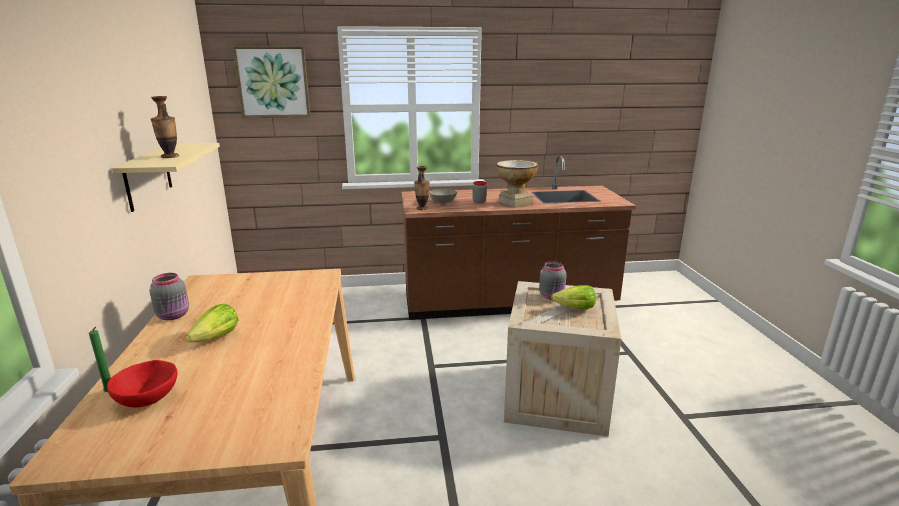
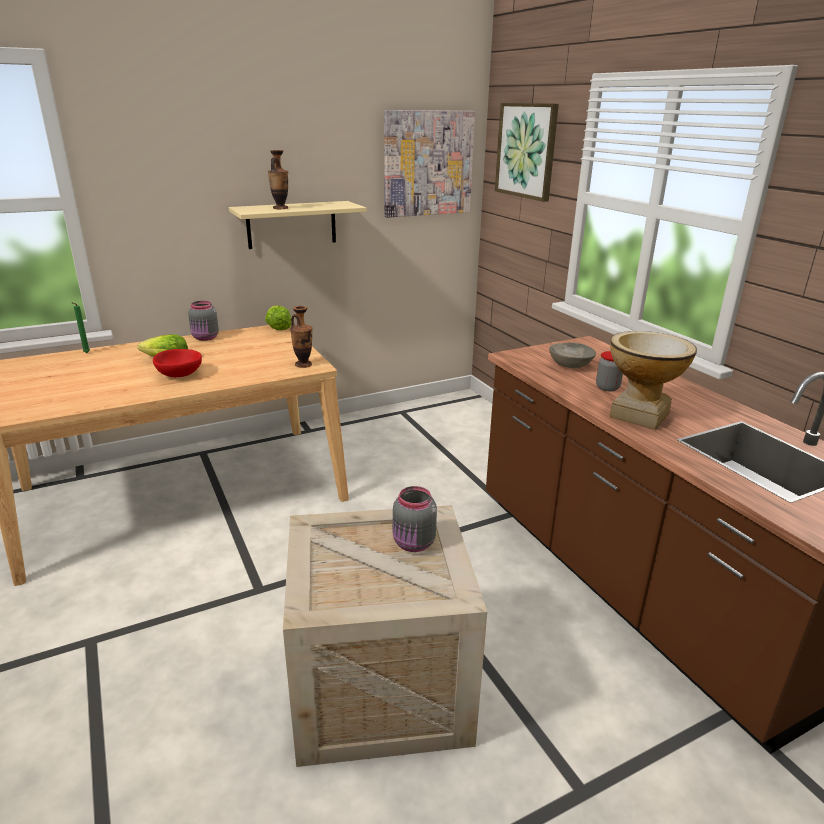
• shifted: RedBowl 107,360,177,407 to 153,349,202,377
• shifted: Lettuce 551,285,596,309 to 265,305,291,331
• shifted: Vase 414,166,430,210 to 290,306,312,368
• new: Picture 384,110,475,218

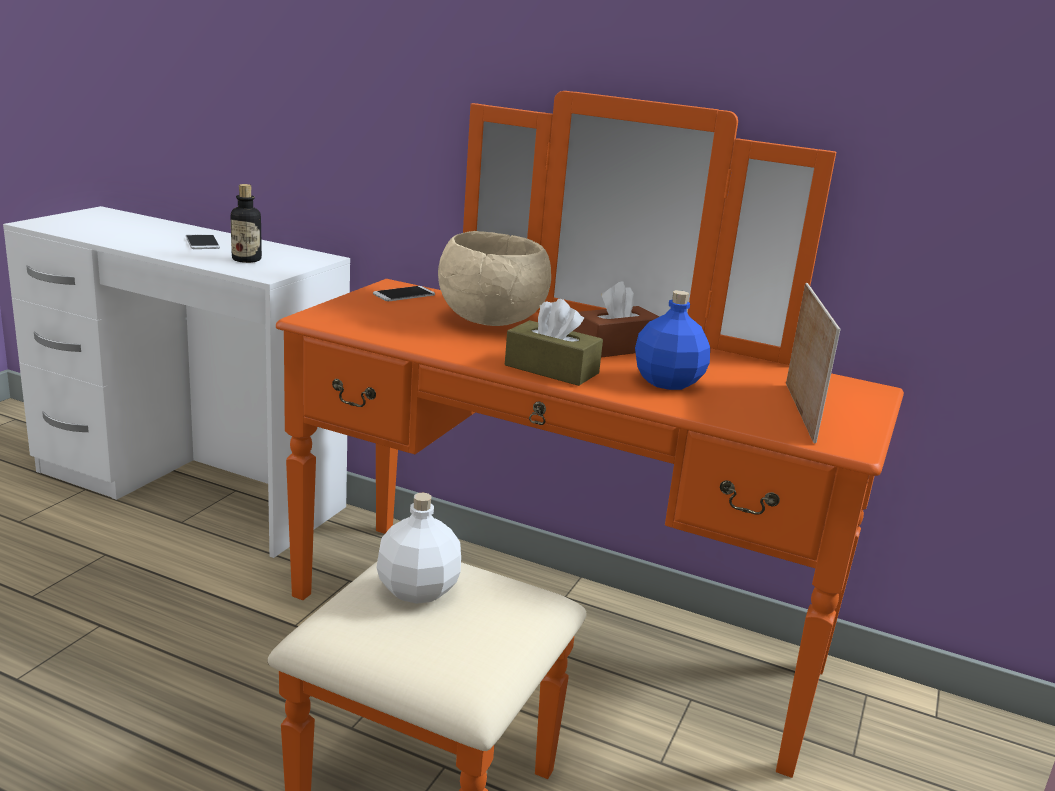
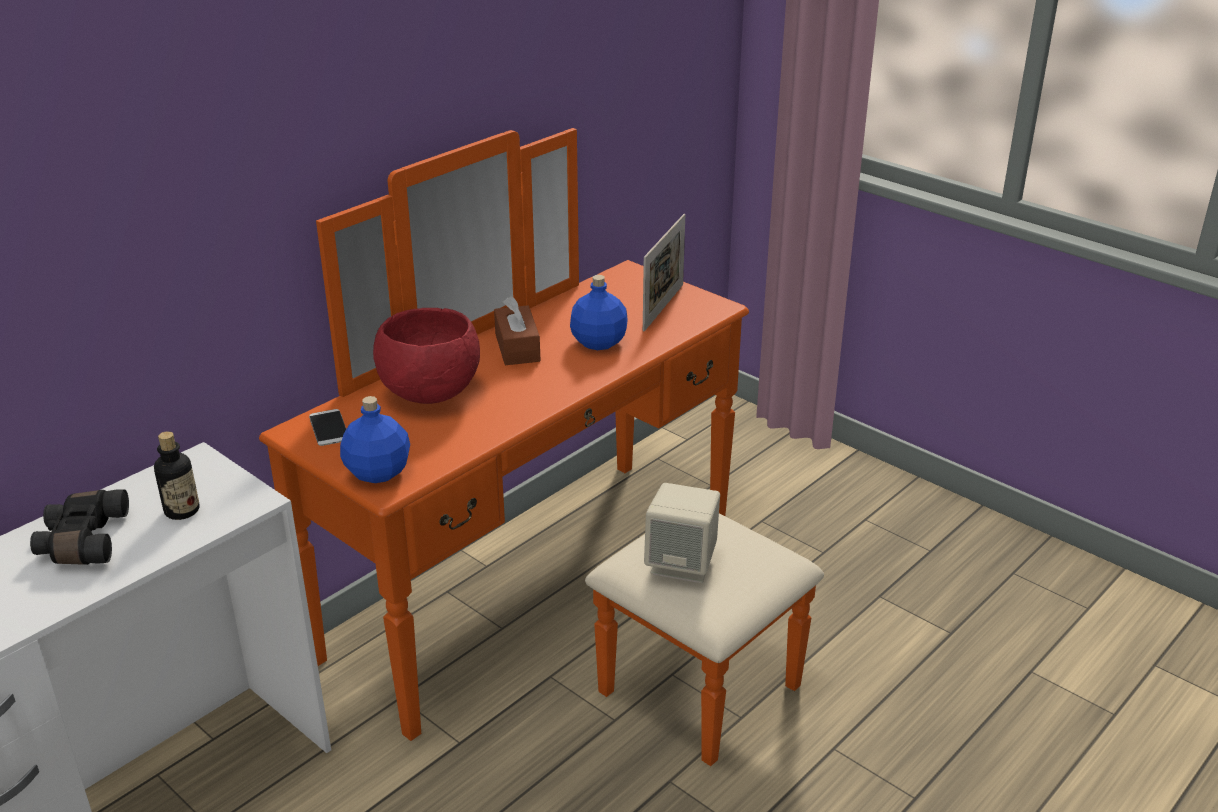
• swapped: Phone 186,234,220,249 to BlackBinoculars 30,489,129,565
• new: BlueBottle 340,396,410,483
• repainted: BeigeBowl 438,231,551,326 to RedBowl 373,308,480,404
• rotated: PictureFrame 786,283,841,444 = 643,214,685,331 90 degrees clockwise
• swapped: WhiteBottle 376,493,461,604 to BeigeSpeaker 644,483,720,583
• gone: BrownTissueBox 505,299,603,386

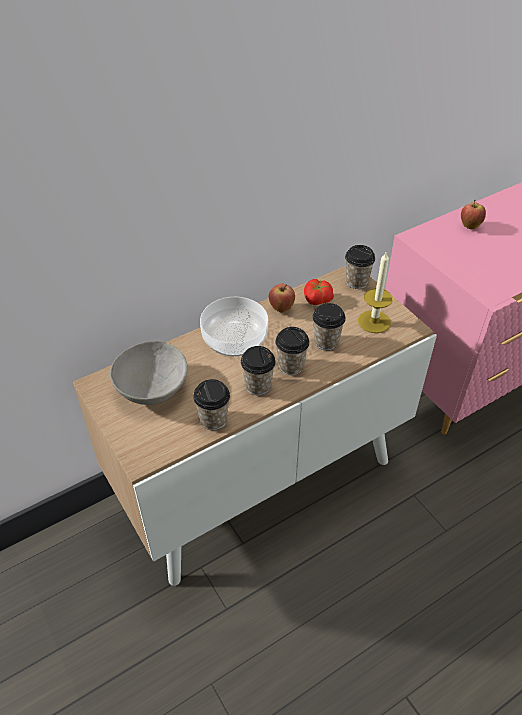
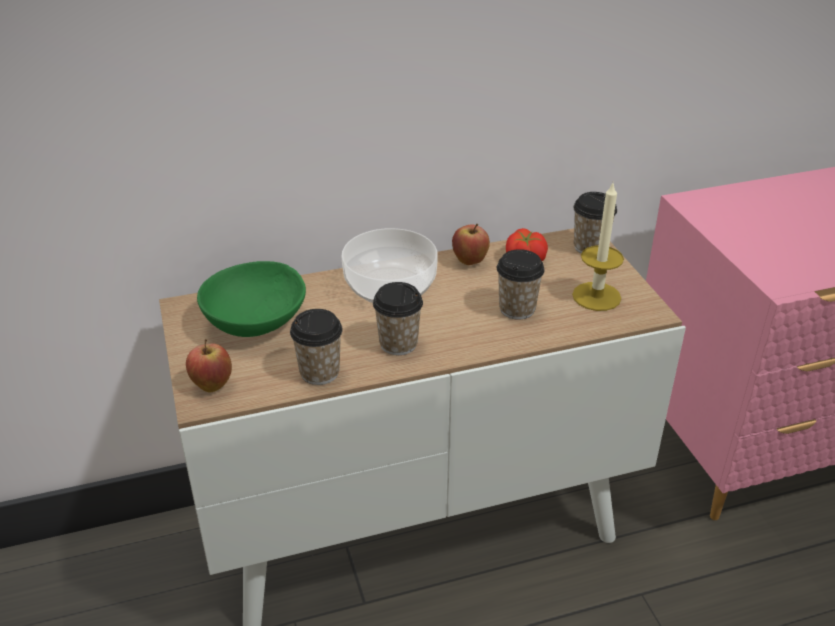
• shifted: Apple 461,200,486,230 to 186,339,232,392
• repainted: GreyBowl 110,341,188,405 to GreenBowl 197,261,306,337
• gone: Cup 275,327,309,375

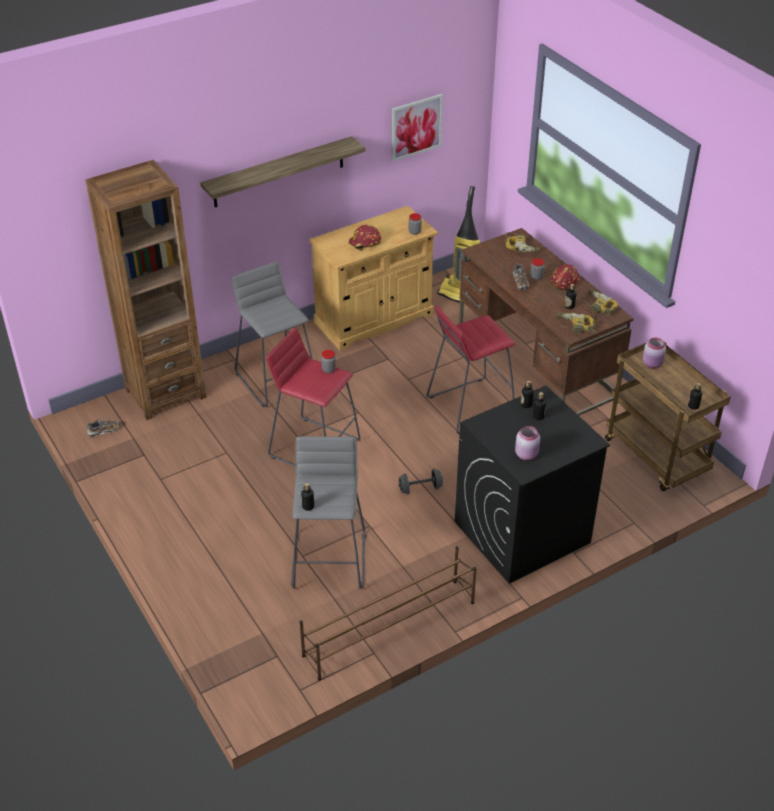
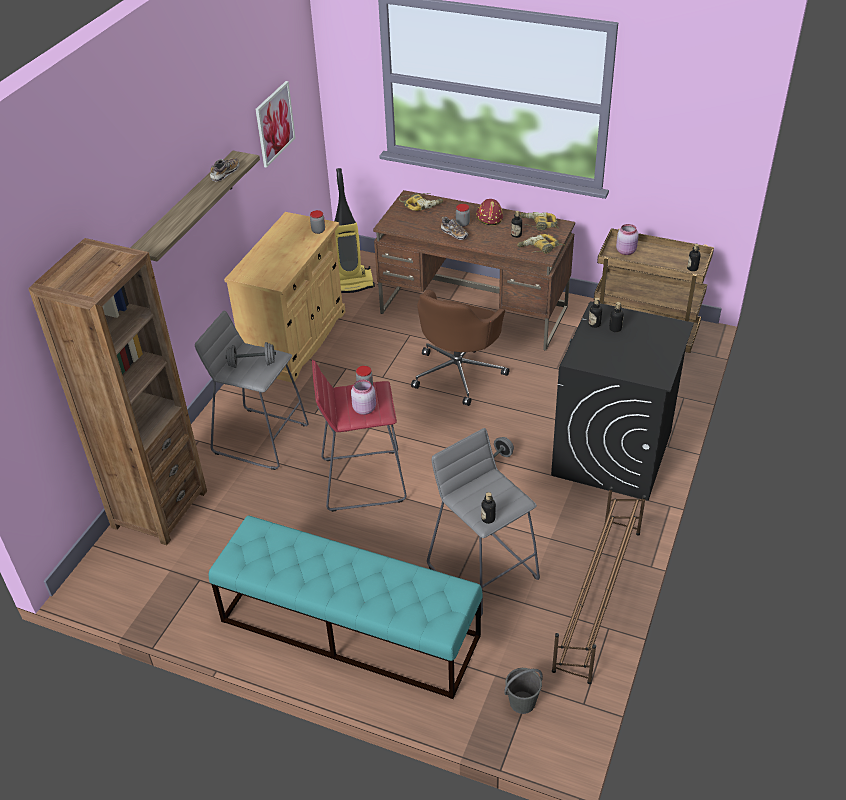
• new: TurquoiseBench 209,515,483,699
• shifted: Shoe 85,419,120,436 to 210,158,240,181
• new: GreyDumbbell 226,342,276,368
• shifted: PinkJar 515,426,540,460 to 351,379,376,415
• swapped: RedStool 427,306,515,434 to BrownOfficeChair 411,289,509,406
• new: GreyBucket 504,668,543,714
• gone: RedHardHat 349,225,381,251

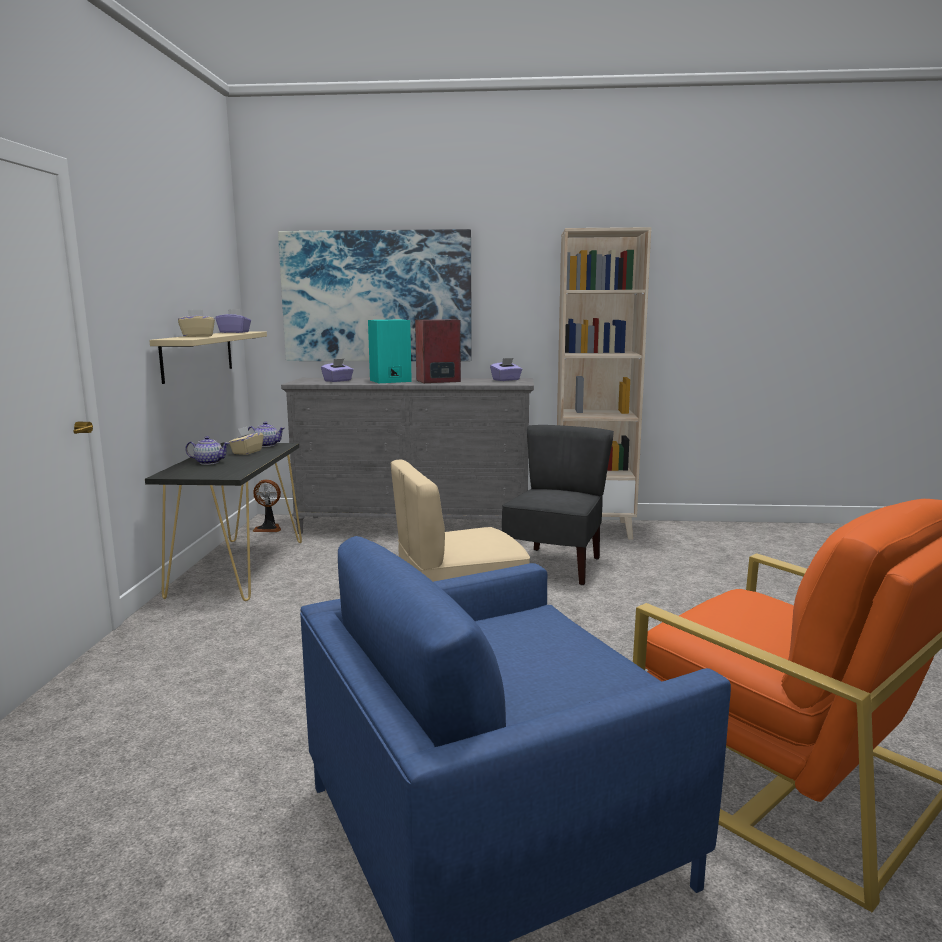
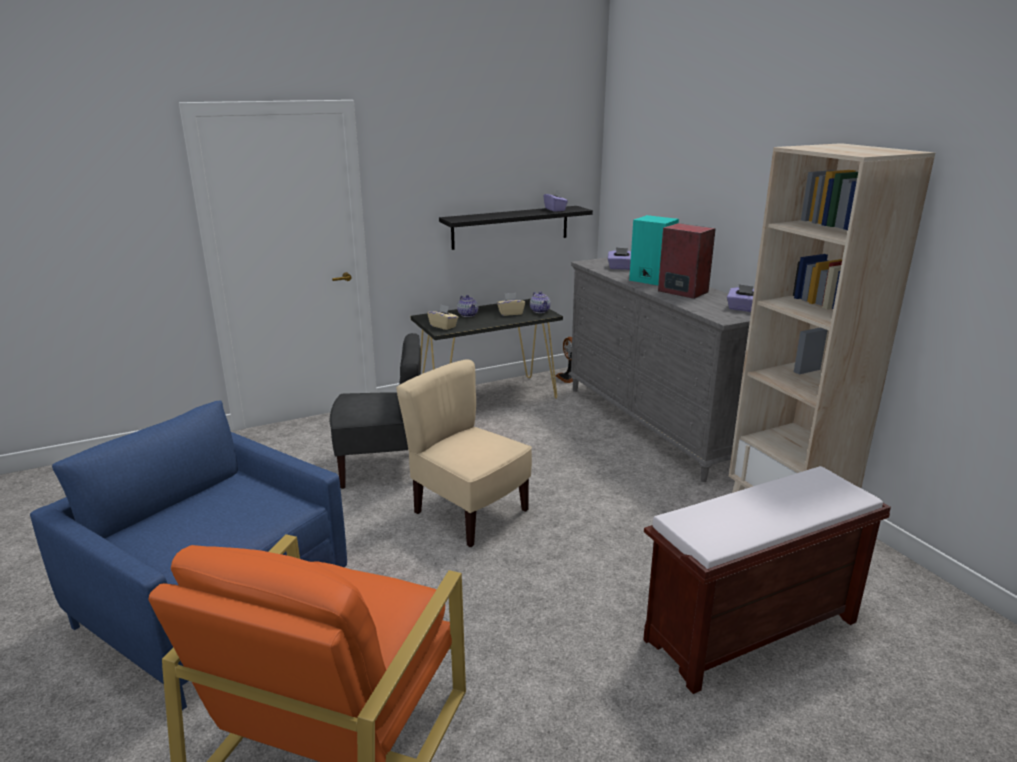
• shifted: GreyChair 502,425,614,585 to 329,333,421,489
• shifted: BeigeTissueBox 178,309,215,337 to 427,305,458,330
• repainted: BeigeShelf 149,331,267,384 to BlackShelf 439,206,593,250
• new: BrownBench 643,466,891,694
• gone: Picture 278,229,472,361

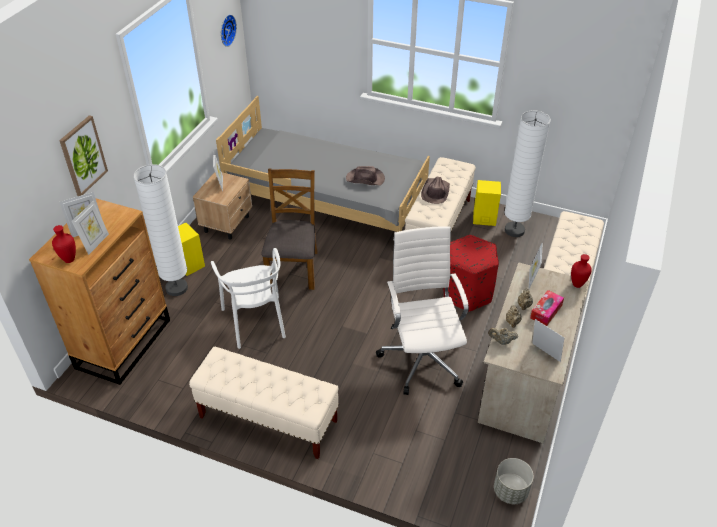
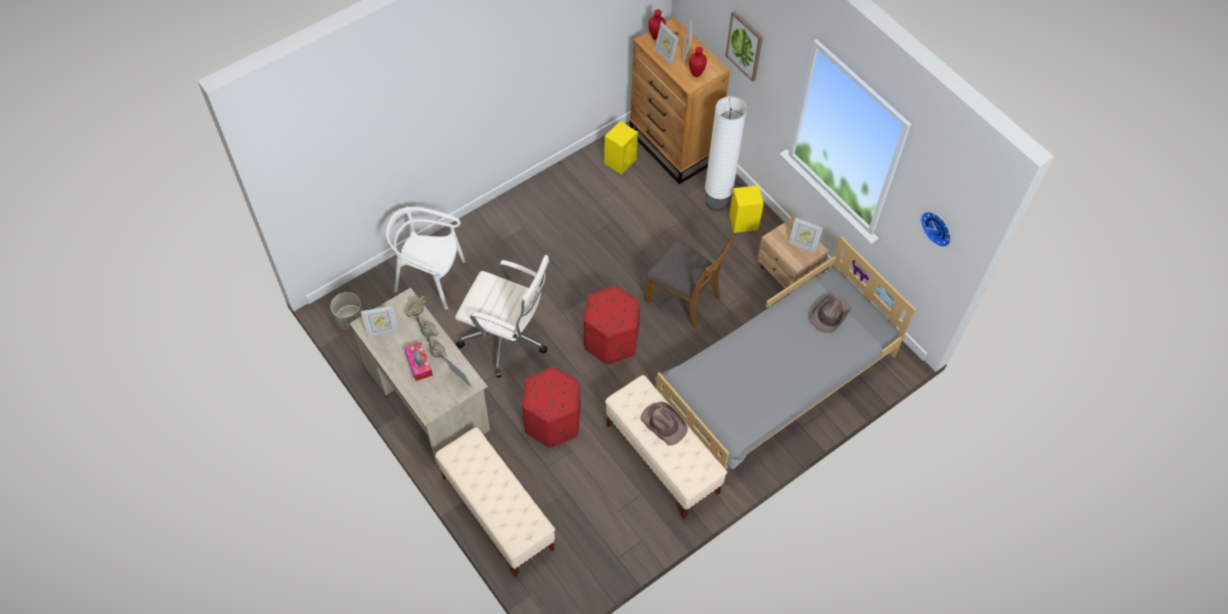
• shifted: WhiteChair 211,248,286,349 to 386,207,466,310
• new: RedOttoman 584,286,640,364
• shifted: YellowSpeaker 473,180,501,226 to 604,121,638,174
• shifted: RedVase 571,254,592,288 to 689,47,707,77
• shifted: BrownHat 346,166,385,186 to 810,294,851,333
• gone: BeigeBench 189,347,339,459
• gone: WhiteFloorLamp 505,110,551,237

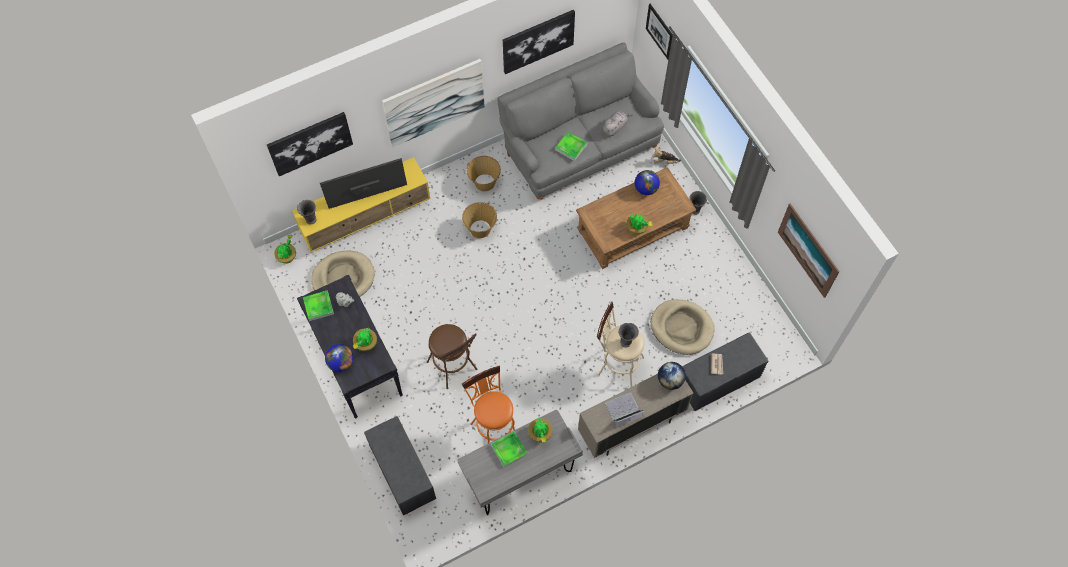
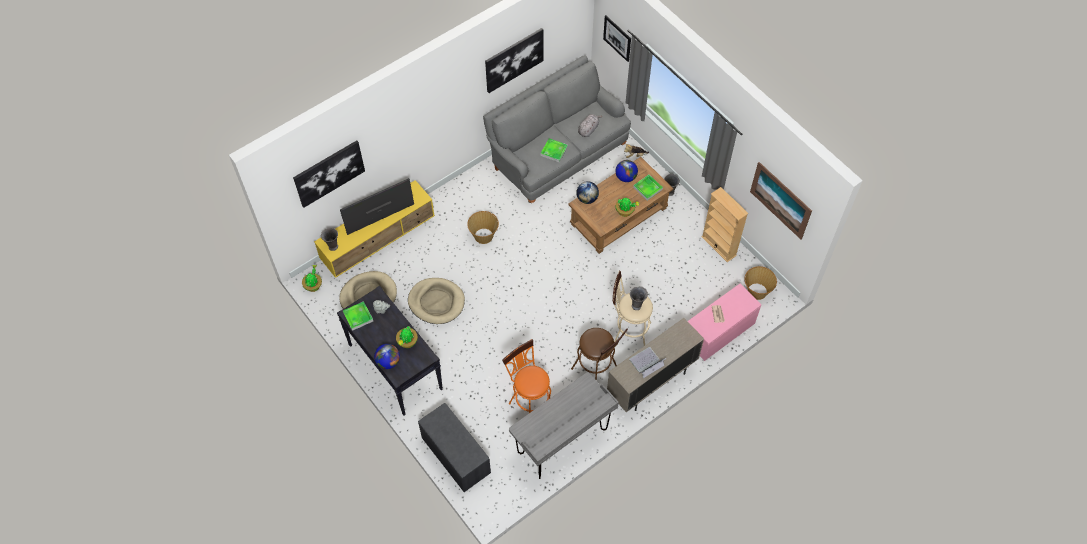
• shifted: BeigeDogBed 651,299,714,355 to 408,278,465,324
• shifted: BrownStool 427,324,477,389 to 571,328,628,381
• shifted: Globe 658,362,686,390 to 576,181,599,204
• shifted: Tray 491,431,527,467 to 633,175,663,201
• repainted: GreyBench 682,332,768,411 to PinkBench 688,284,761,361
• new: BeigeBookcase 701,187,748,262
• shifted: Basket 467,156,501,191 to 744,266,777,300
• gone: Picture 382,59,485,147
• gone: PottedPlant 528,418,553,442

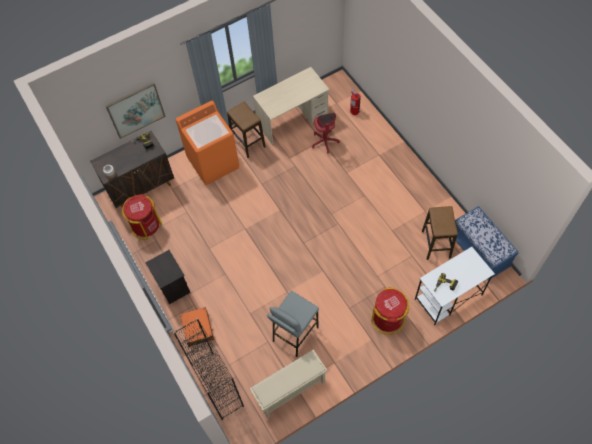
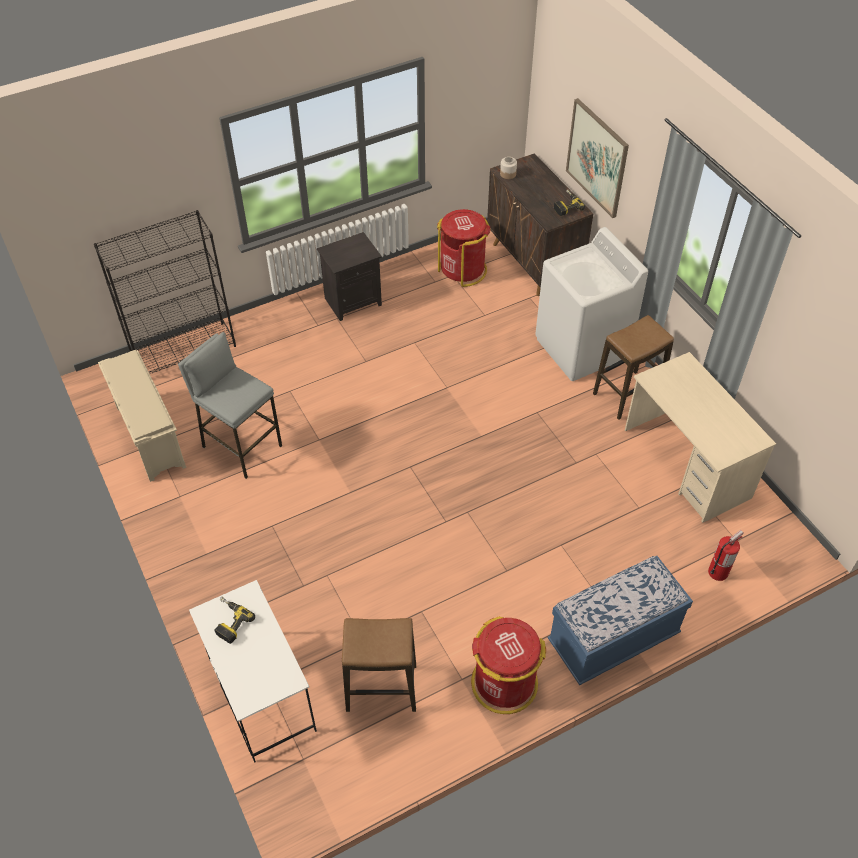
• shifted: RedTrashCan 371,287,409,335 to 471,616,546,714
• repainted: OrangeWashingMachine 176,101,239,185 to WhiteWashingMachine 535,227,648,381
• shifted: BlueBench 455,206,519,280 to 548,556,693,685
• gone: OrangeSuitcase 180,307,214,347
• gone: RedOfficeChair 312,113,340,154

